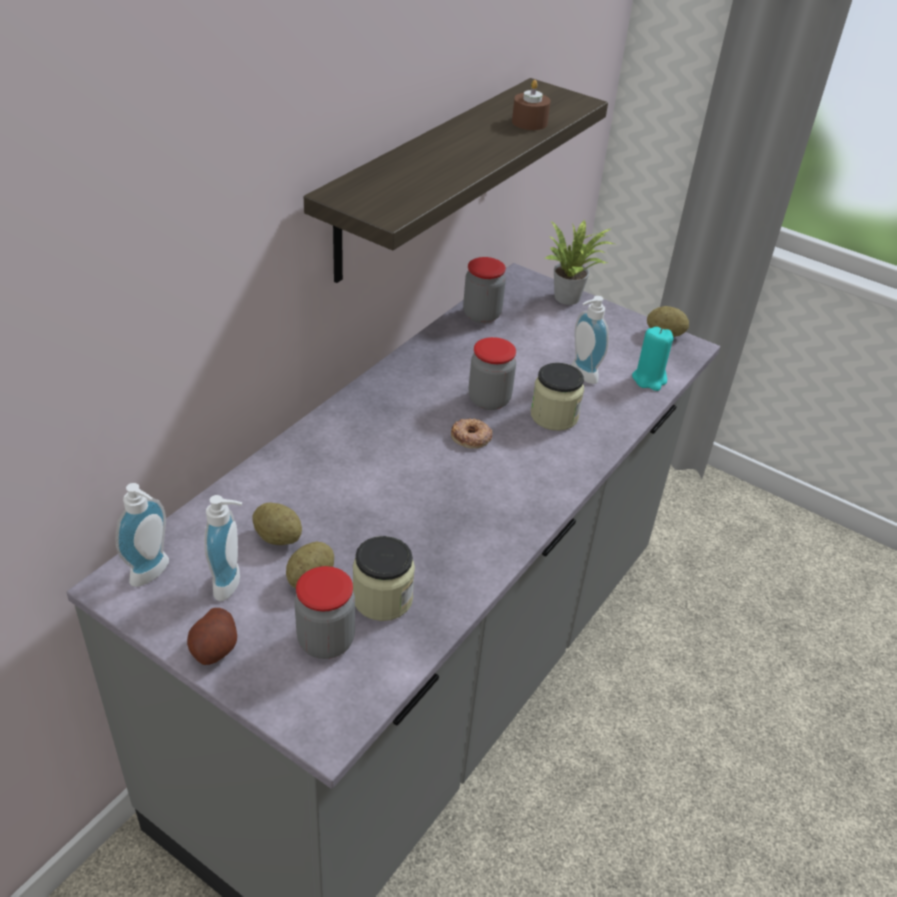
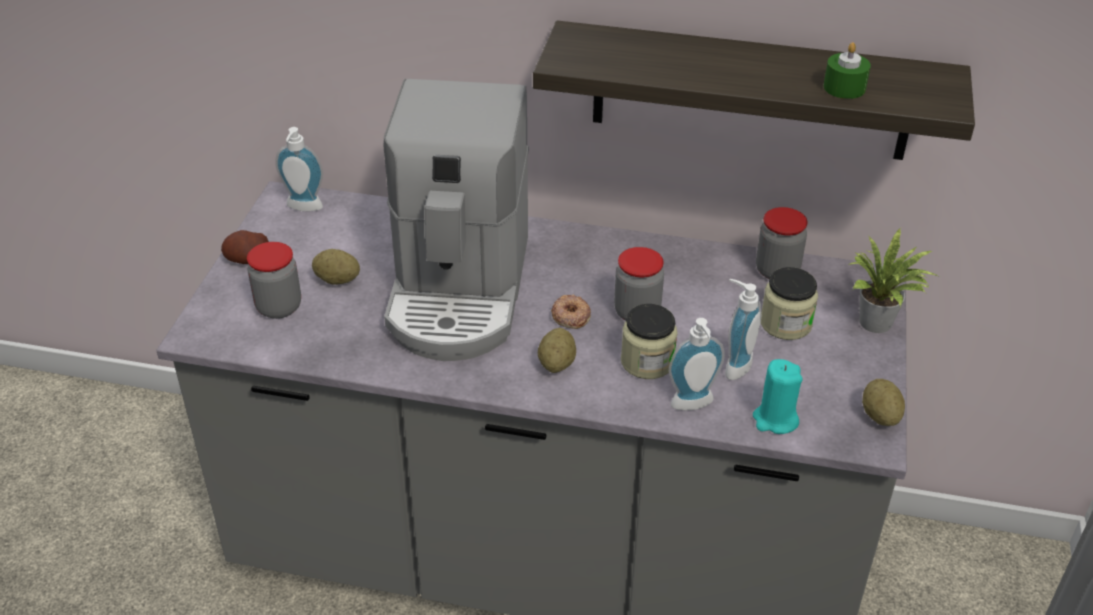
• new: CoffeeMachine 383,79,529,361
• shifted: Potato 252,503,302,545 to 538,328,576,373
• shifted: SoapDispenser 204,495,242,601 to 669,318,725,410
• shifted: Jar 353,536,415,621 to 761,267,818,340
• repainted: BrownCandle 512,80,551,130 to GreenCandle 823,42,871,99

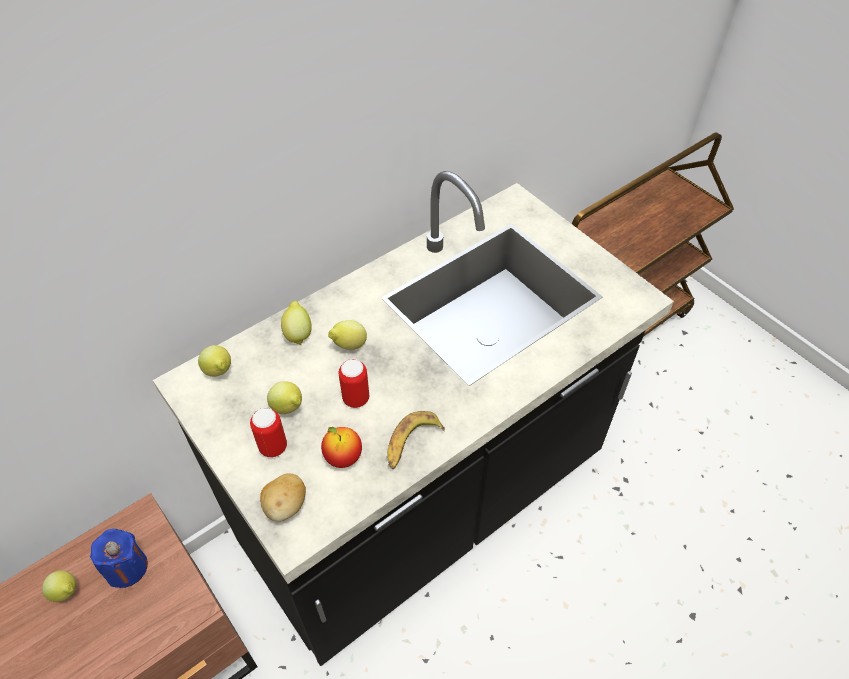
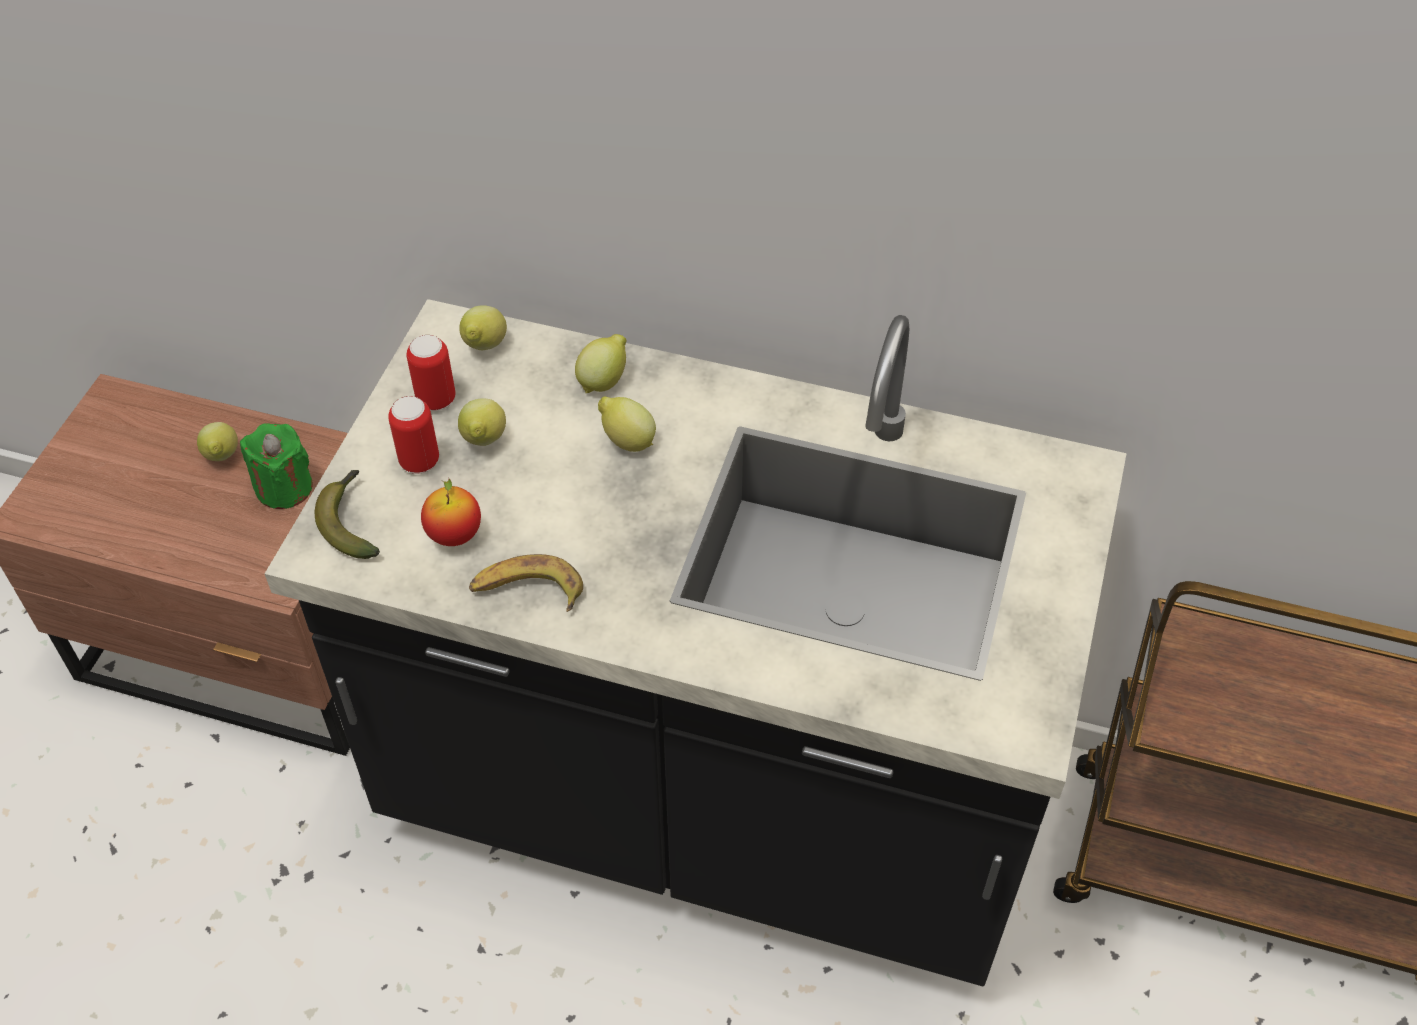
• repainted: BlueCandle 90,529,148,588 to GreenCandle 240,423,313,509
• swapped: Potato 260,473,306,522 to Banana 315,470,380,559
• shifted: Can 339,359,369,408 to 406,335,456,410

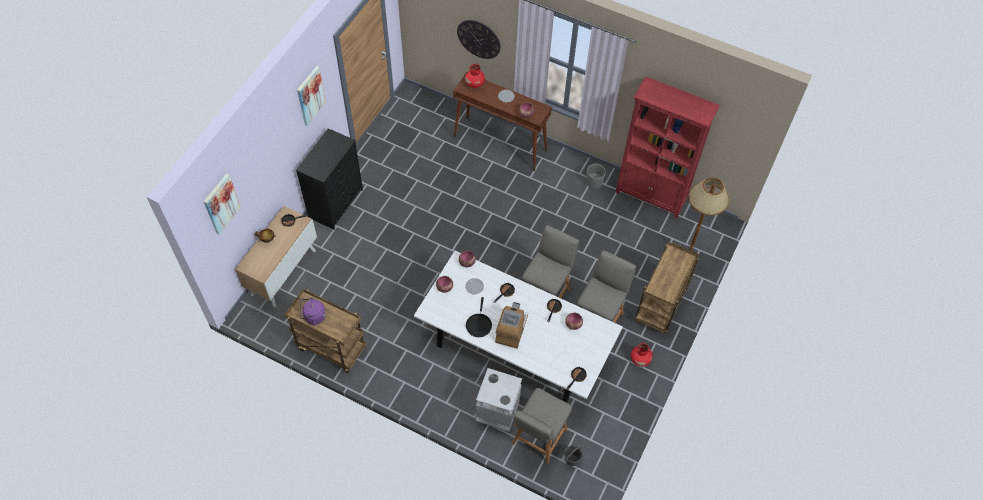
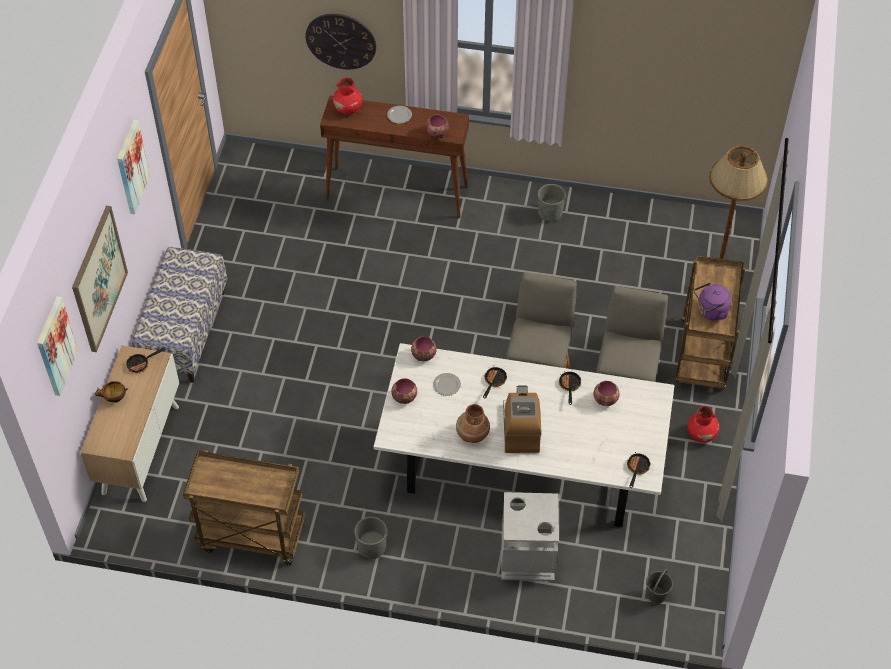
• new: Picture 72,206,128,352
• swapped: BlackDresser 296,128,363,229 to Bench 132,247,227,383
• new: GreyPlanter 354,517,387,559
• swapped: BlackFryingPan 466,297,492,337 to BrownVase 456,404,490,443
• shifted: PurpleKettle 300,298,326,326 to 694,282,731,320
• gone: GreyChair 512,388,572,464
• gone: RedBookcase 615,76,720,218

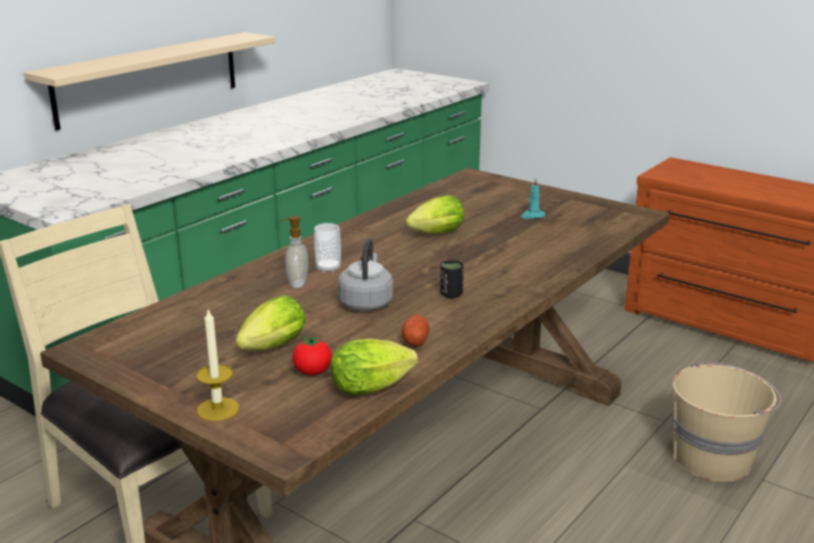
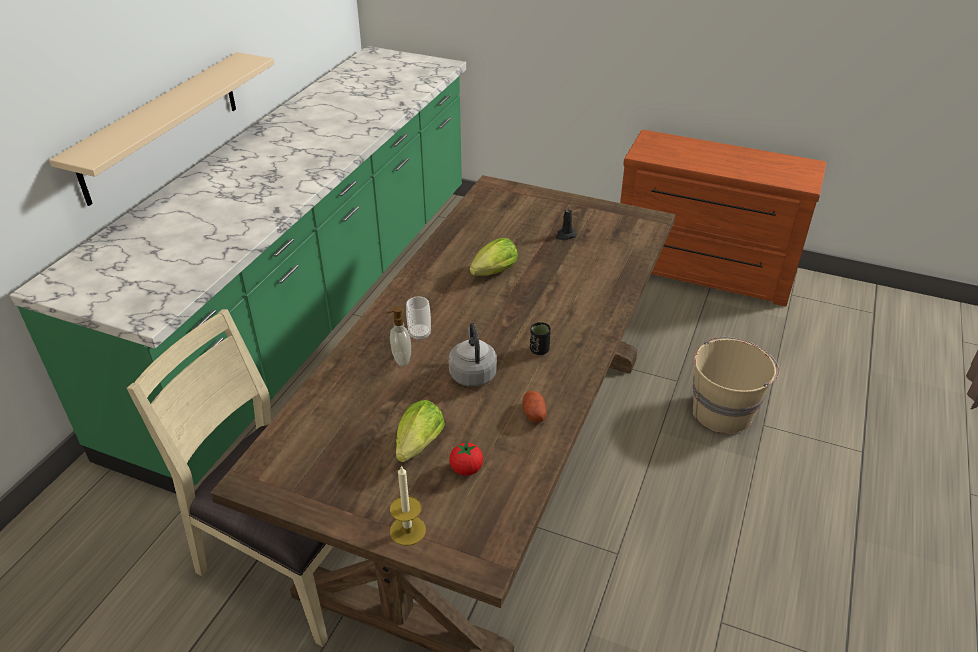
• repainted: TurquoiseCandle 520,178,545,219 to BlackCandle 556,204,577,240
• gone: Lettuce 330,339,418,395

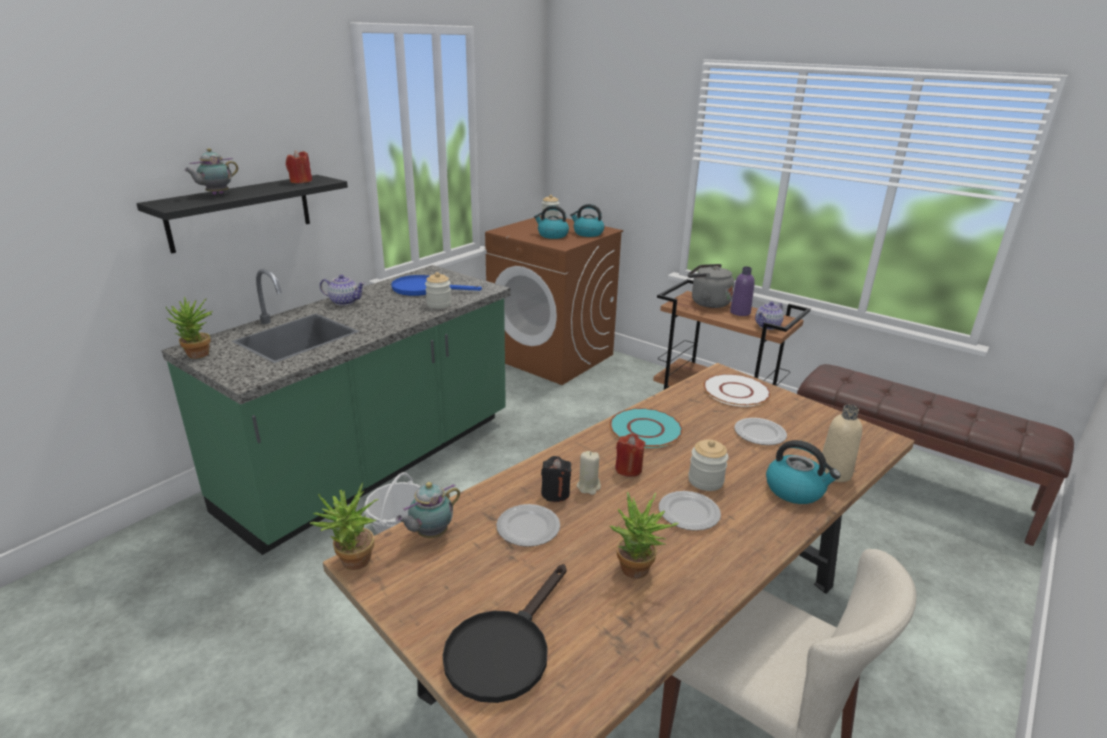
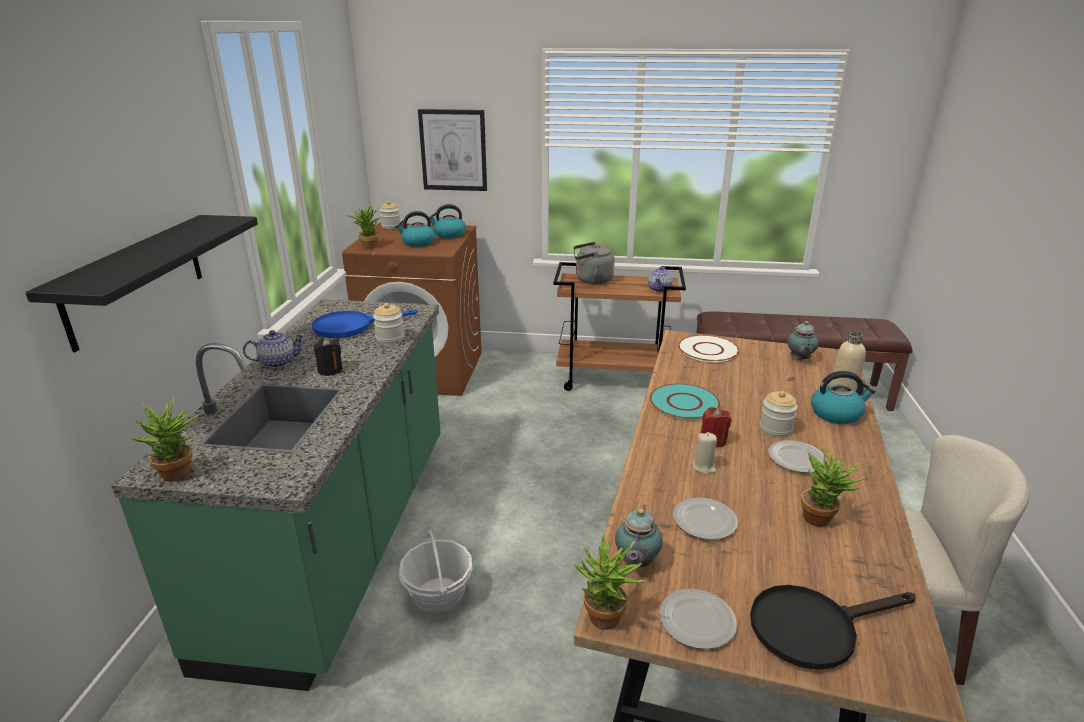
• shifted: BlackCandle 541,456,572,502 to 314,338,343,376
• new: PottedPlant 347,206,380,249
• new: Picture 418,109,487,191
• shifted: Plate 734,418,787,445 to 659,589,737,649
• rotated: BlackFryingPan 443,564,567,703 = 750,585,916,670 75 degrees clockwise
• shifted: Teapot 184,148,238,195 to 787,321,819,361
• gone: RedCandle 286,150,312,183
• gone: PurpleBottle 730,266,755,316

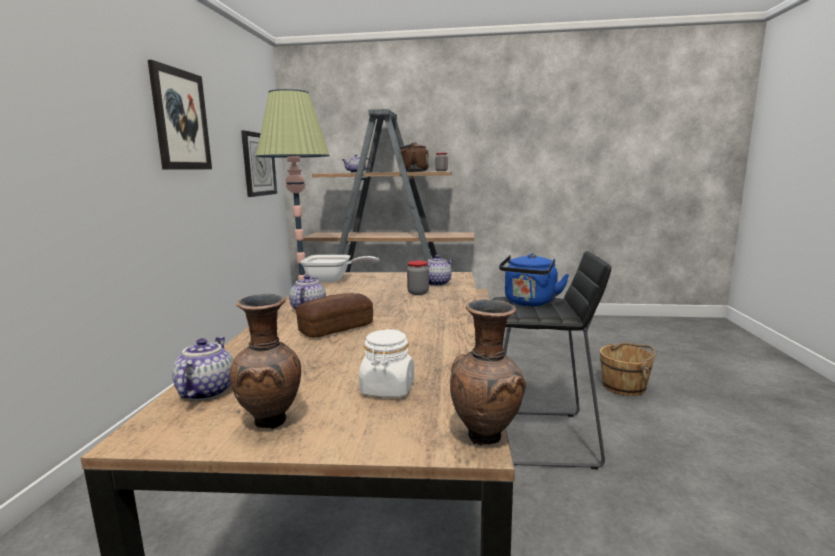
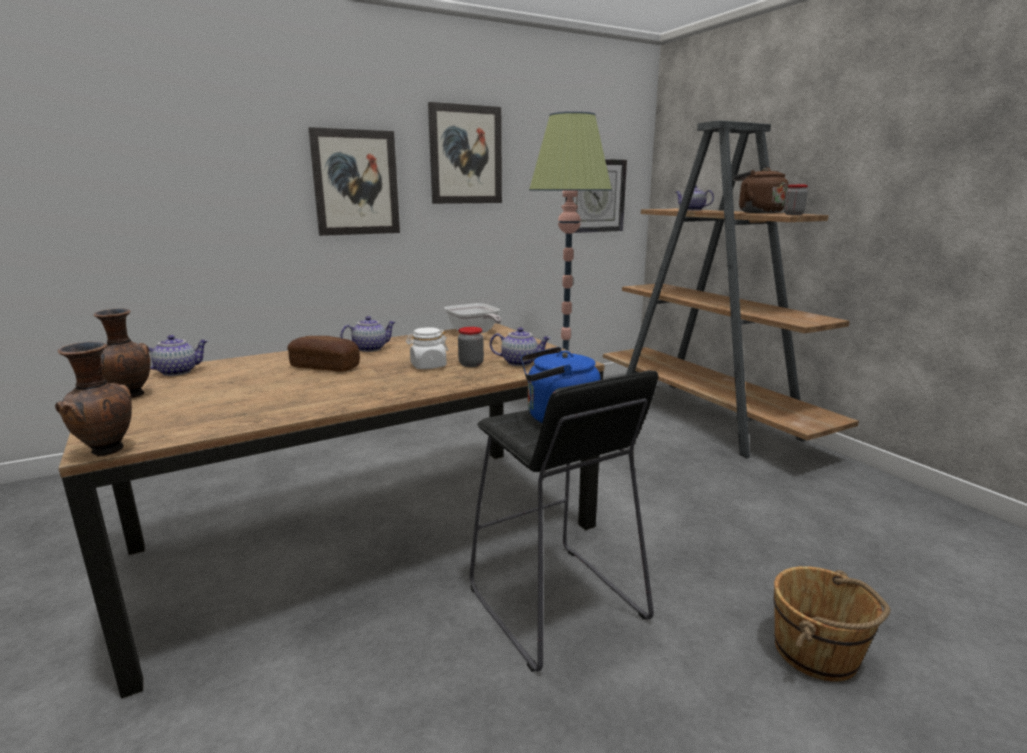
• new: Picture 308,127,400,236
• shifted: WhiteJar 359,329,414,398 to 406,327,448,369

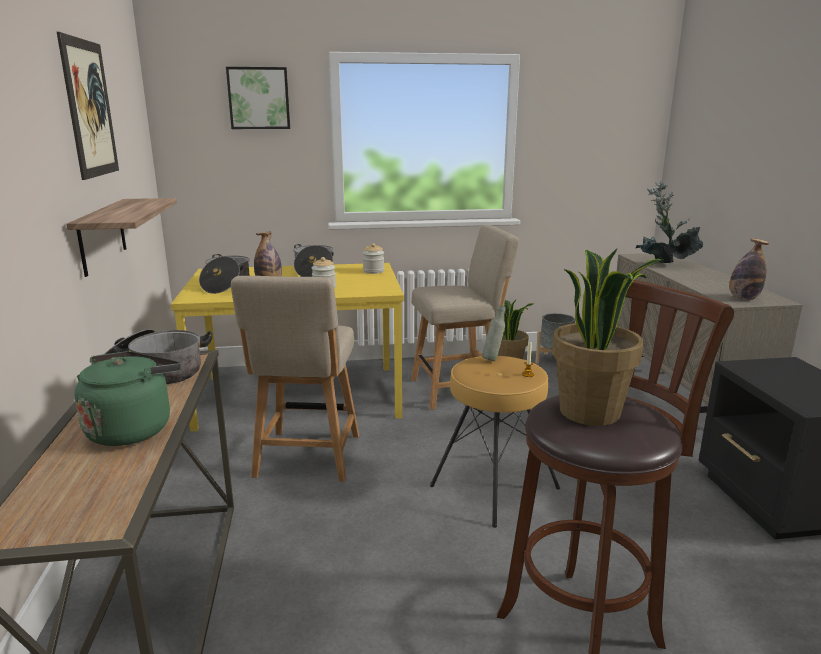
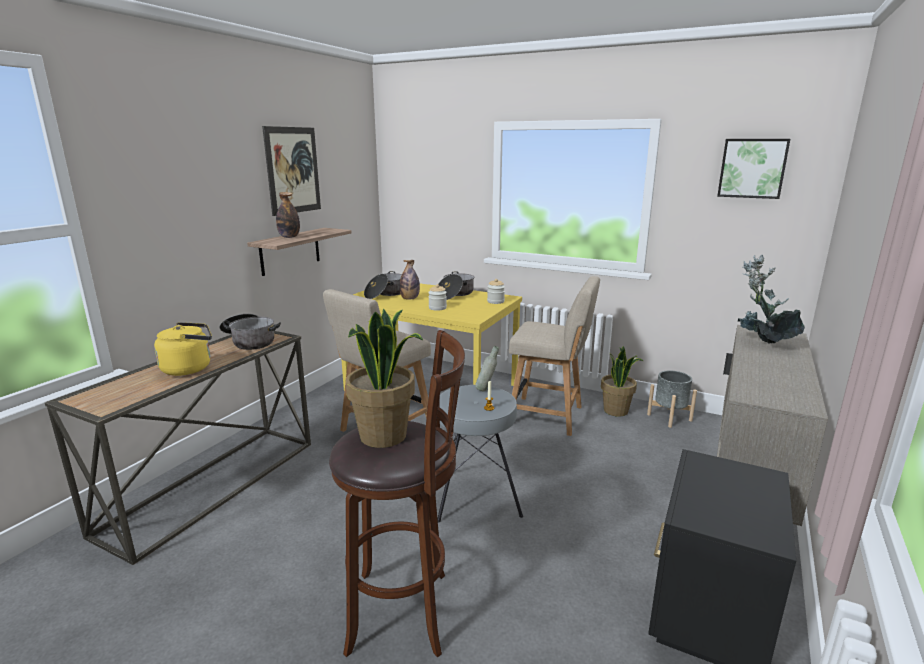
• repainted: GreenKettle 75,351,181,446 to YellowKettle 154,322,212,376
• shifted: Bottle 729,238,769,300 to 276,192,300,238
• repainted: BrownStool 430,356,560,528 to GreyStool 437,385,523,523
• shifted: Picture 226,67,290,129 to 717,139,790,199

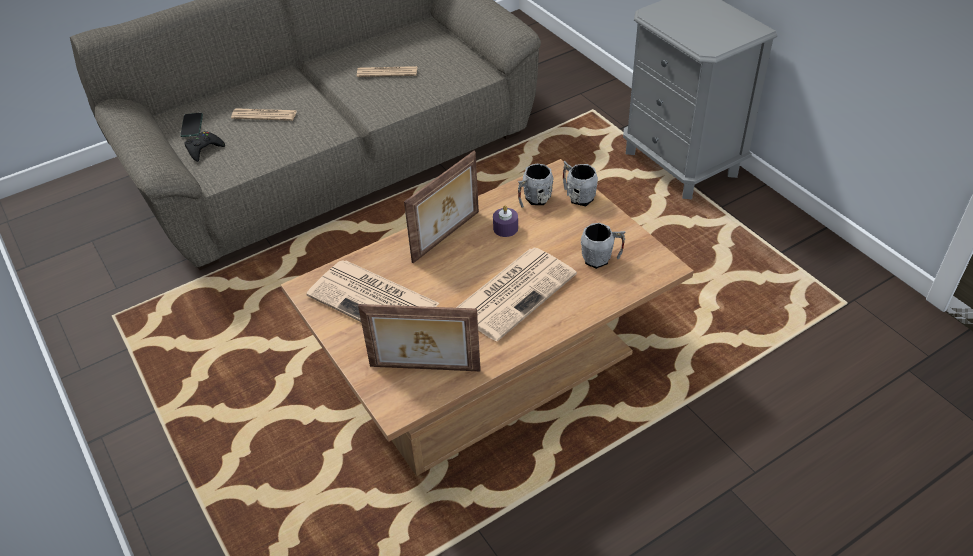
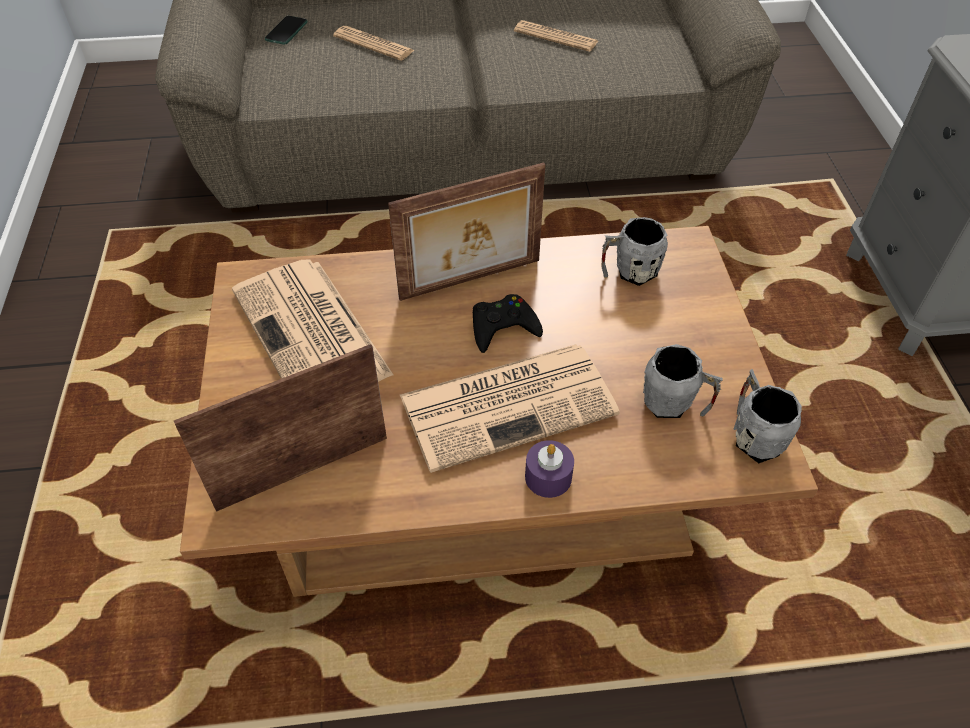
• rotated: PictureFrame 358,304,481,371 = 174,344,387,512 120 degrees clockwise
• shifted: BlackGameController 184,131,225,162 to 473,294,543,353
• shifted: PurpleCandle 493,205,518,237 to 525,440,574,498
• shifted: GreyMug 563,161,598,206 to 733,369,802,463

